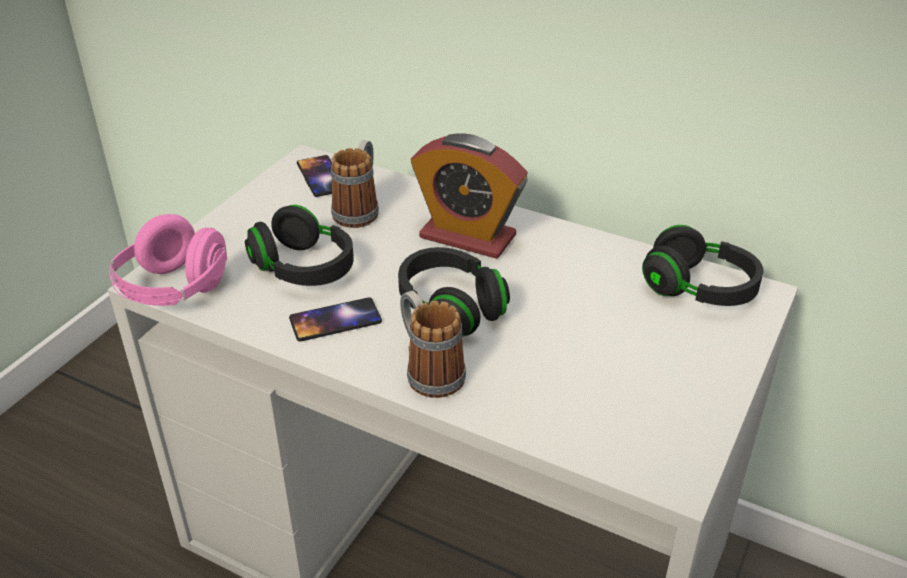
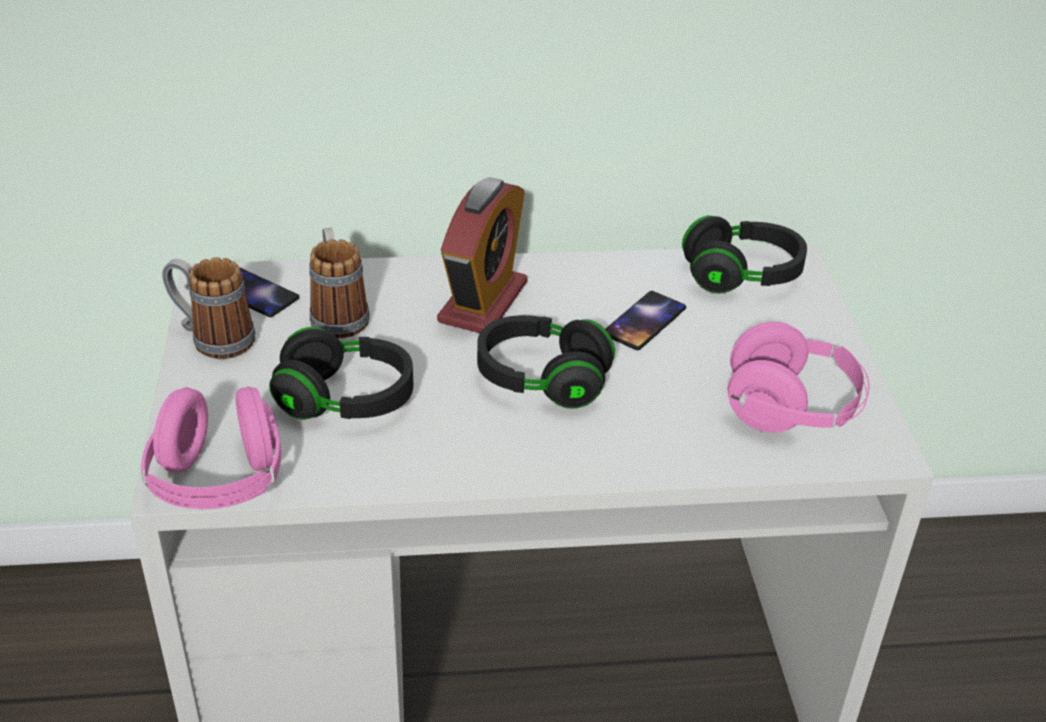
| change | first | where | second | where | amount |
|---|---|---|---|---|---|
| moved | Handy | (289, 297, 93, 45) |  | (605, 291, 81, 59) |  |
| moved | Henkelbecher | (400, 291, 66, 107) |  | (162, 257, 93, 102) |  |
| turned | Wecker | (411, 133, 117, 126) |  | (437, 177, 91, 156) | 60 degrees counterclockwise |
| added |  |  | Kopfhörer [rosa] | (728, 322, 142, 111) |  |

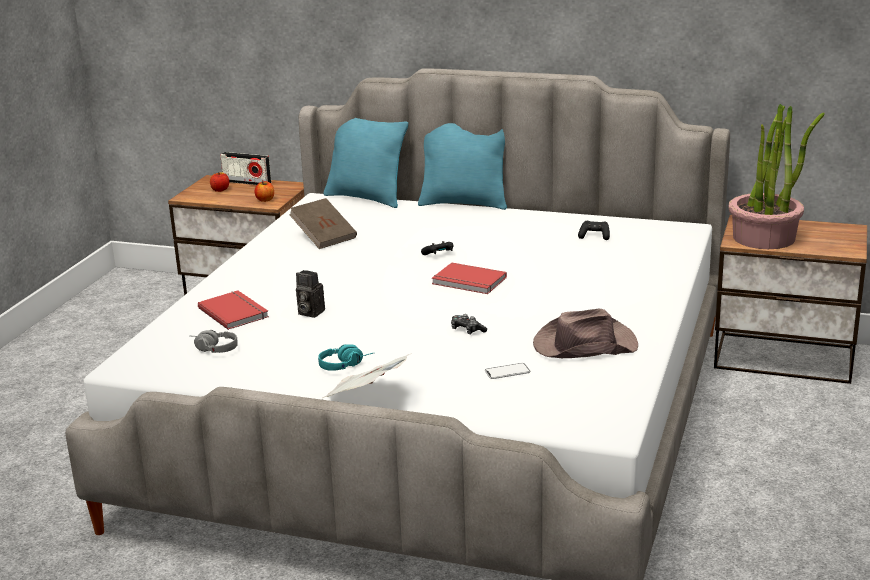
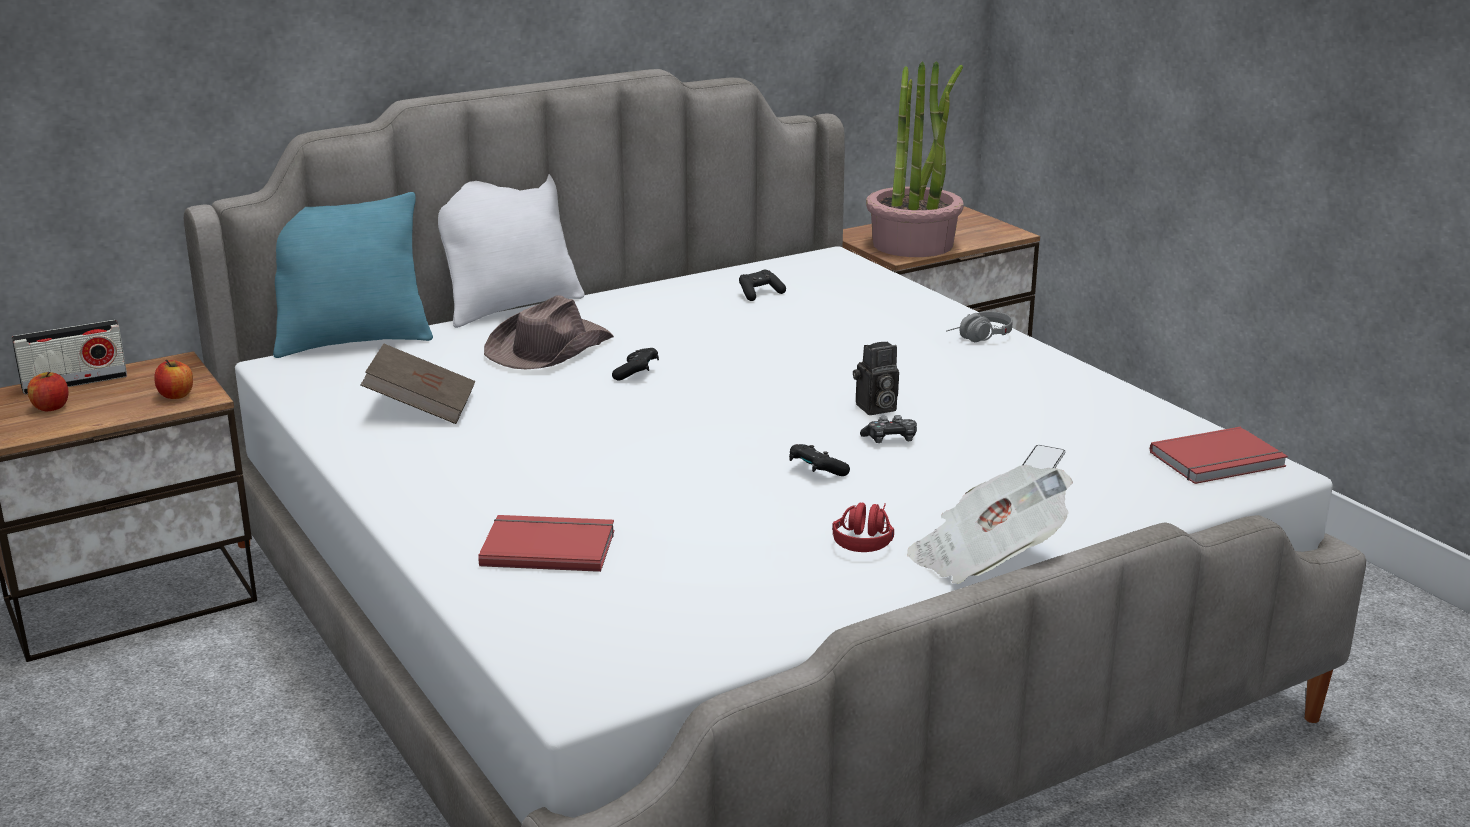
| change | first | where | second | where | amount |
|---|---|---|---|---|---|
| moved | Kopfhörer [grau] | (189, 330, 49, 23) |  | (946, 311, 67, 31) |  |
| moved | Kamera | (296, 270, 29, 48) |  | (853, 342, 46, 73) |  |
| recoloured | Kopfhörer [türkis] | (318, 344, 55, 27) | Kopfhörer [rot] | (832, 503, 62, 49) |  |
| recoloured | Kissen [türkis] | (418, 123, 89, 87) | Kissen [weiß] | (438, 174, 147, 154) |  |
| moved | Buch [rot] | (432, 263, 75, 31) |  | (1150, 427, 138, 57) |  |
| moved | Hut [braun] | (533, 309, 105, 49) |  | (484, 295, 130, 74) |  |
| added |  |  | Gamepad [schwarz] | (789, 444, 61, 32) |  |

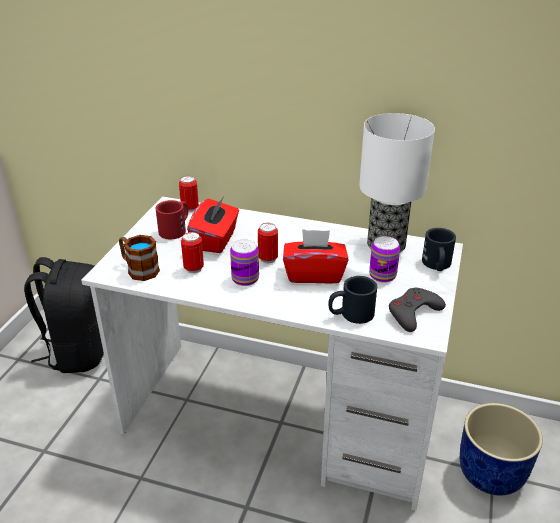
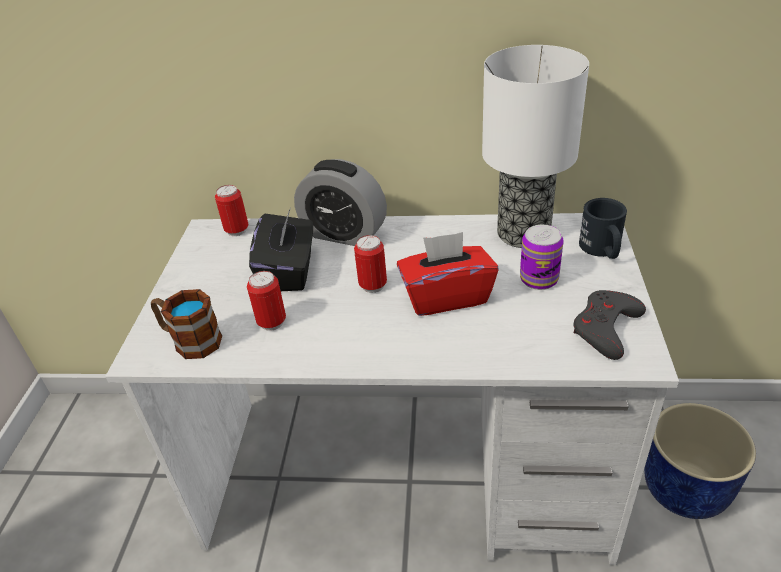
| change | first | where | second | where | amount |
|---|---|---|---|---|---|
| removed | Rucksack [schwarz] | (24, 257, 80, 116) |  |  |  |
| removed | Henkelbecher [rot] | (155, 200, 33, 39) |  |  |  |
| recoloured | Taschentuchbox [rot] | (187, 198, 52, 55) | Taschentuchbox [schwarz] | (249, 210, 64, 81) |  |
| removed | Dose | (230, 239, 29, 47) |  |  |  |
| removed | Henkelbecher [schwarz] | (328, 276, 49, 48) |  |  |  |
| added |  |  | Wecker | (294, 159, 93, 87) |  |

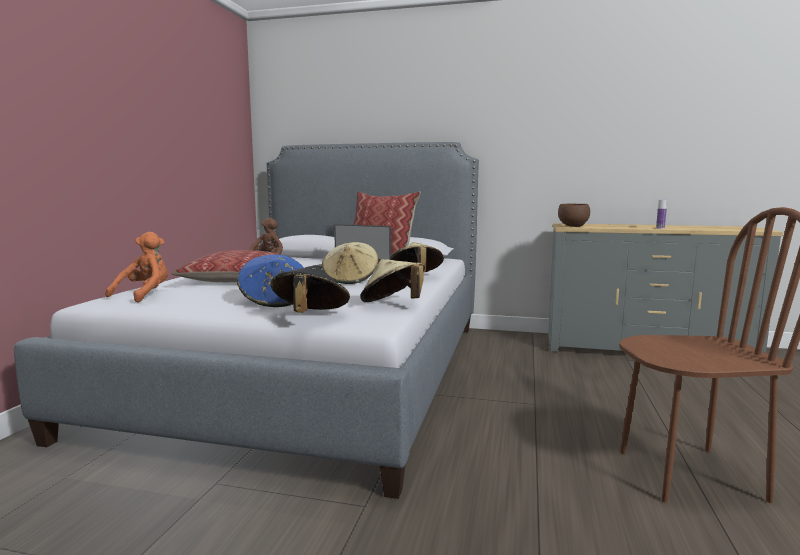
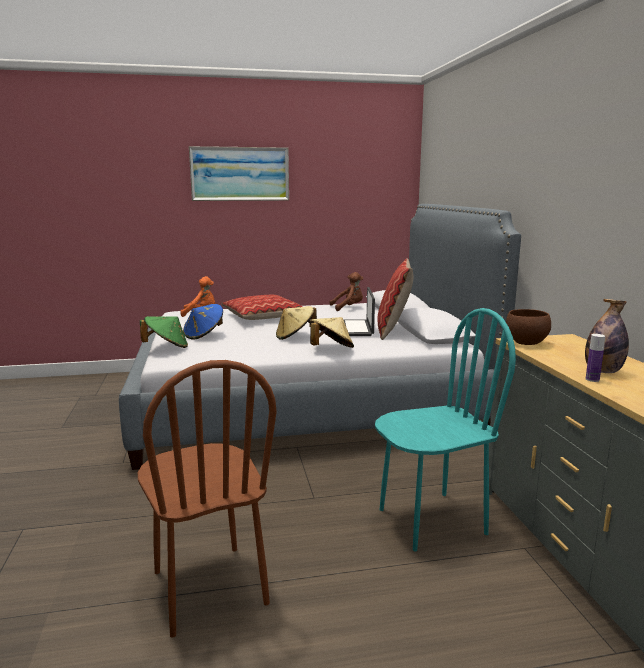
| change | first | where | second | where | amount |
|---|---|---|---|---|---|
| recoloured | Hut [schwarz] | (271, 265, 79, 48) | Hut [grün] | (140, 316, 48, 32) |  |
| removed | Hut [beige] | (360, 259, 65, 43) |  |  |  |
| added |  |  | Bild | (189, 146, 100, 55) |  |
| added |  |  | Stuhl [türkis] | (375, 308, 141, 243) |  |
| added |  |  | Flasche | (585, 299, 44, 74) |  |

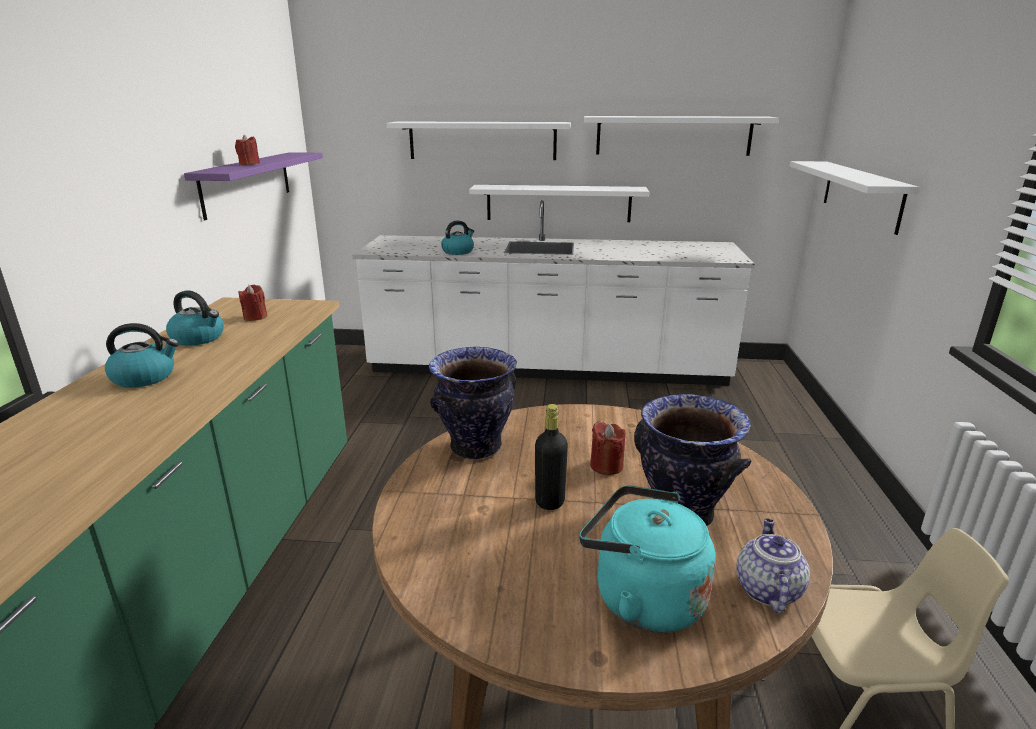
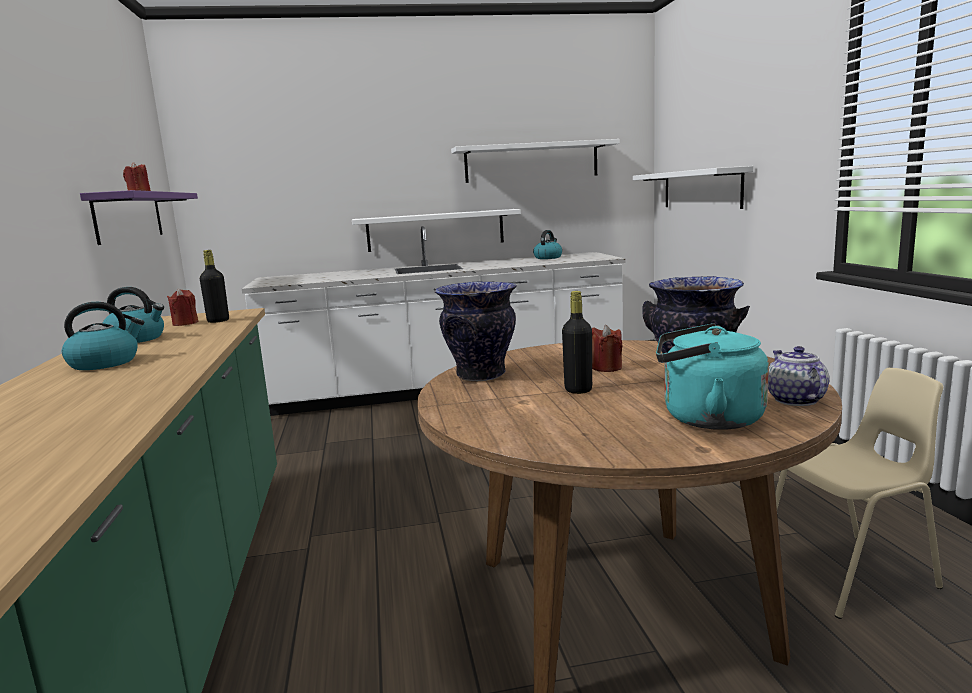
| change | first | where | second | where | amount |
|---|---|---|---|---|---|
| removed | Wandregal [weiß] | (387, 121, 184, 39) |  |  |  |
| moved | Wasserkessel | (441, 220, 33, 35) |  | (533, 230, 29, 29) |  |
| added |  |  | Flasche [schwarz] | (200, 250, 29, 73) |  |

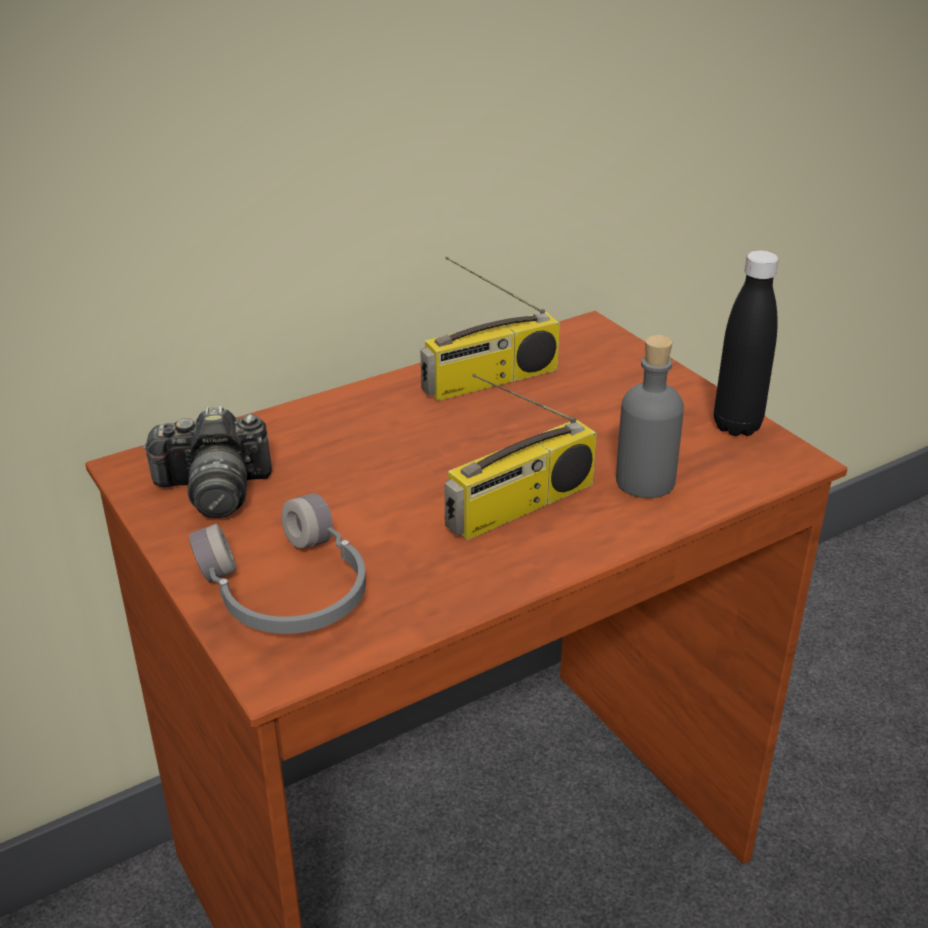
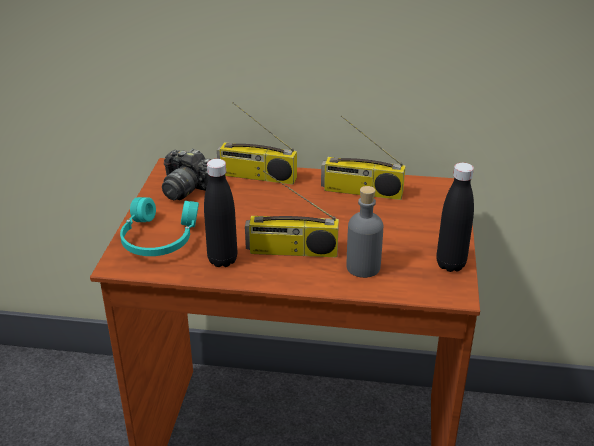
| change | first | where | second | where | amount |
|---|---|---|---|---|---|
| recoloured | Kopfhörer [grau] | (189, 493, 177, 141) | Kopfhörer [türkis] | (120, 197, 79, 59) |  |
| added |  |  | Flasche [schwarz] | (204, 159, 33, 108) |  |
| added |  |  | Radio | (217, 102, 80, 83) |  |

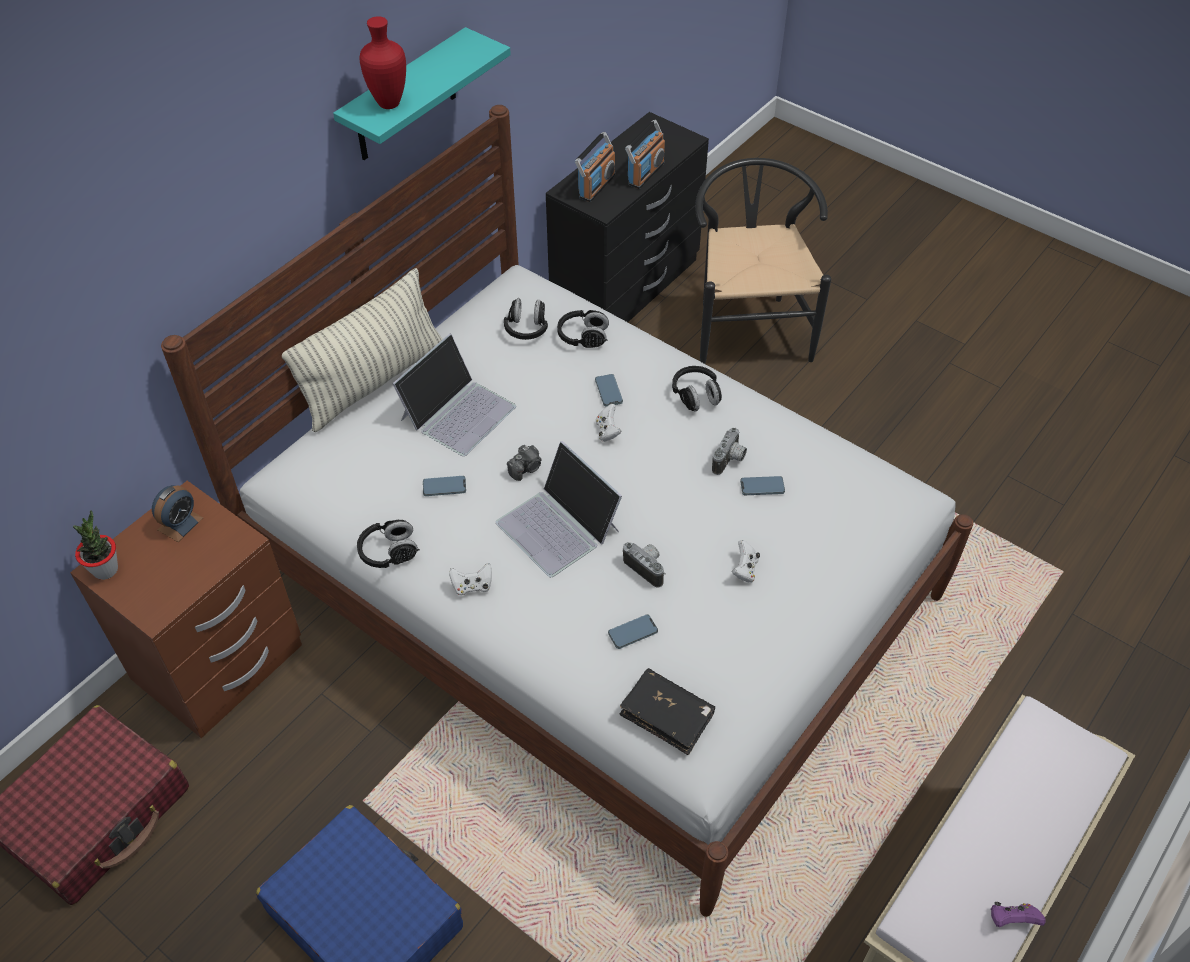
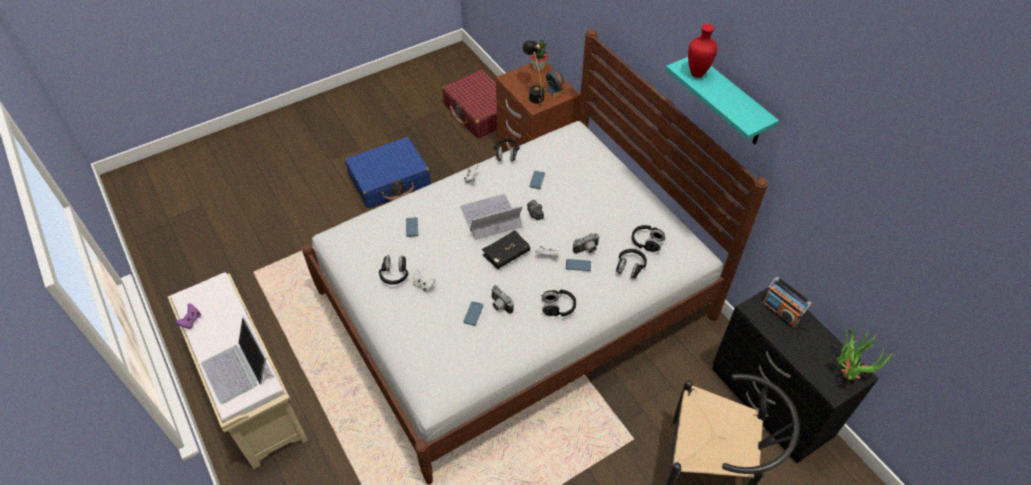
| change | first | where | second | where | amount |
|---|---|---|---|---|---|
| removed | Kissen | (282, 268, 161, 164) |  |  |  |
| moved | Laptop | (393, 333, 123, 123) |  | (201, 317, 73, 87) |  |
| moved | Buch [schwarz] | (620, 668, 95, 87) |  | (482, 230, 48, 39) |  |
| moved | Kamera | (623, 542, 43, 46) |  | (573, 233, 27, 21) |  |
| removed | Radio | (625, 120, 40, 69) |  |  |  |
| added |  |  | Kopfhörer [schwarz] | (379, 255, 29, 30) |  |
| added |  |  | Tischlampe [schwarz] | (522, 40, 22, 63) |  |
| added |  |  | Topfpflanze | (837, 325, 58, 55) |  |

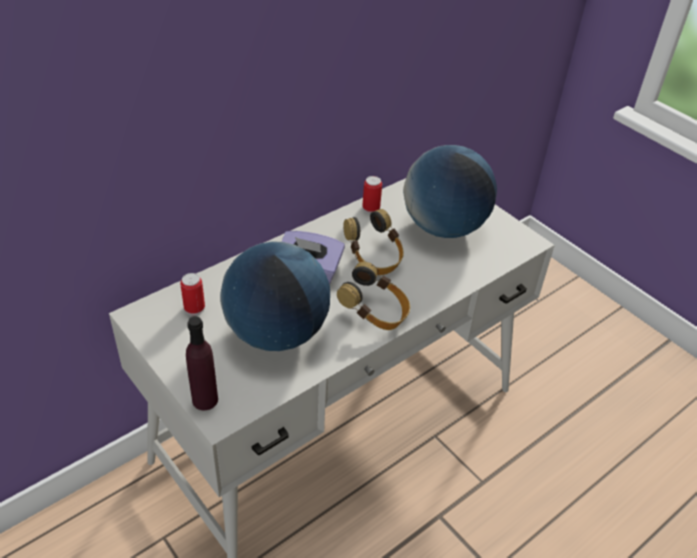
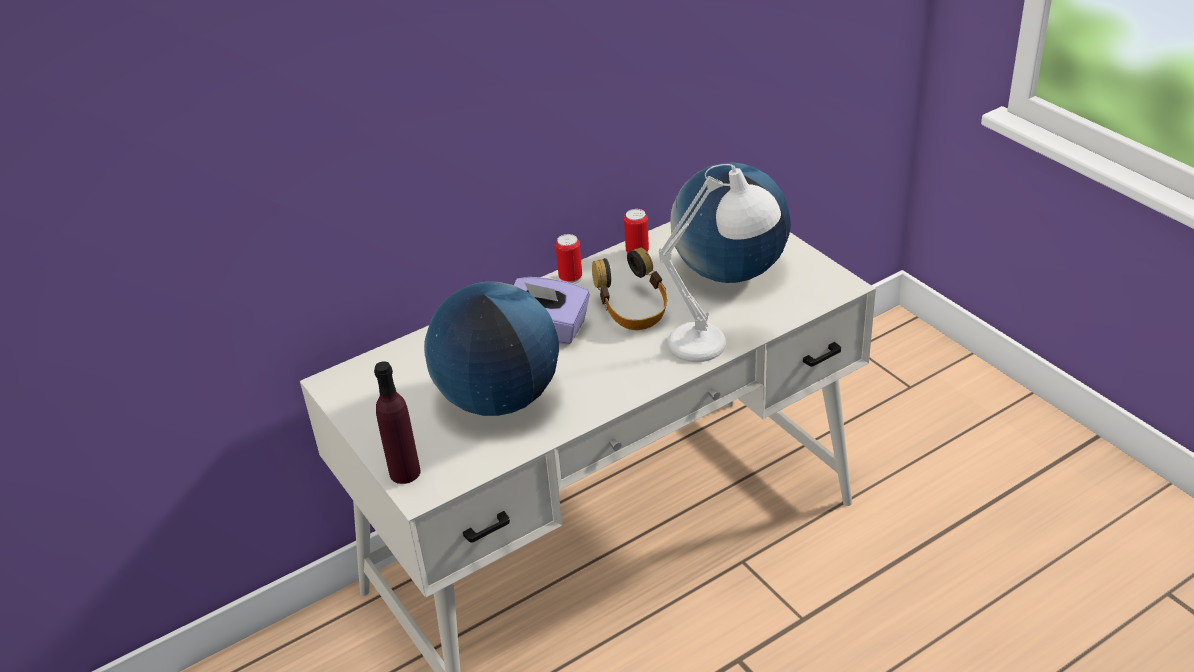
| change | first | where | second | where | amount |
|---|---|---|---|---|---|
| moved | Dose | (180, 273, 25, 43) |  | (556, 234, 26, 50) |  |
| removed | Kopfhörer | (337, 262, 73, 68) |  |  |  |
| added |  |  | Tischlampe [weiß] | (659, 164, 122, 198) |  |

